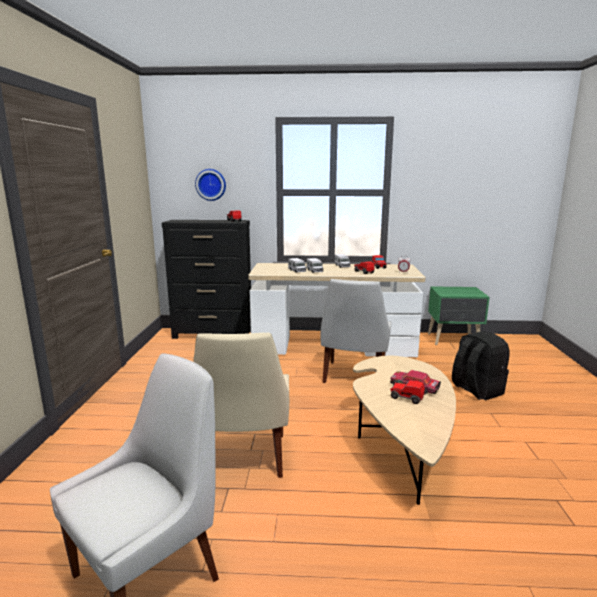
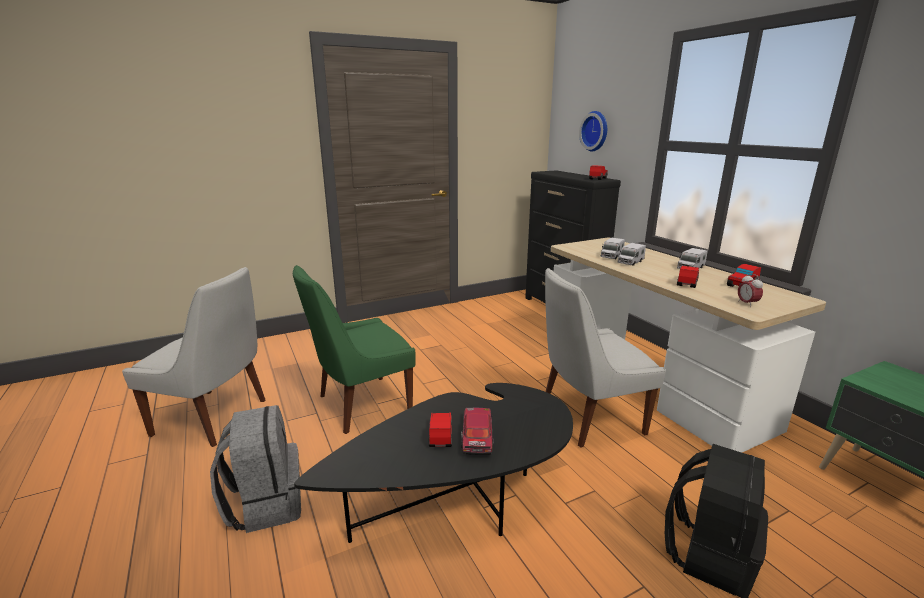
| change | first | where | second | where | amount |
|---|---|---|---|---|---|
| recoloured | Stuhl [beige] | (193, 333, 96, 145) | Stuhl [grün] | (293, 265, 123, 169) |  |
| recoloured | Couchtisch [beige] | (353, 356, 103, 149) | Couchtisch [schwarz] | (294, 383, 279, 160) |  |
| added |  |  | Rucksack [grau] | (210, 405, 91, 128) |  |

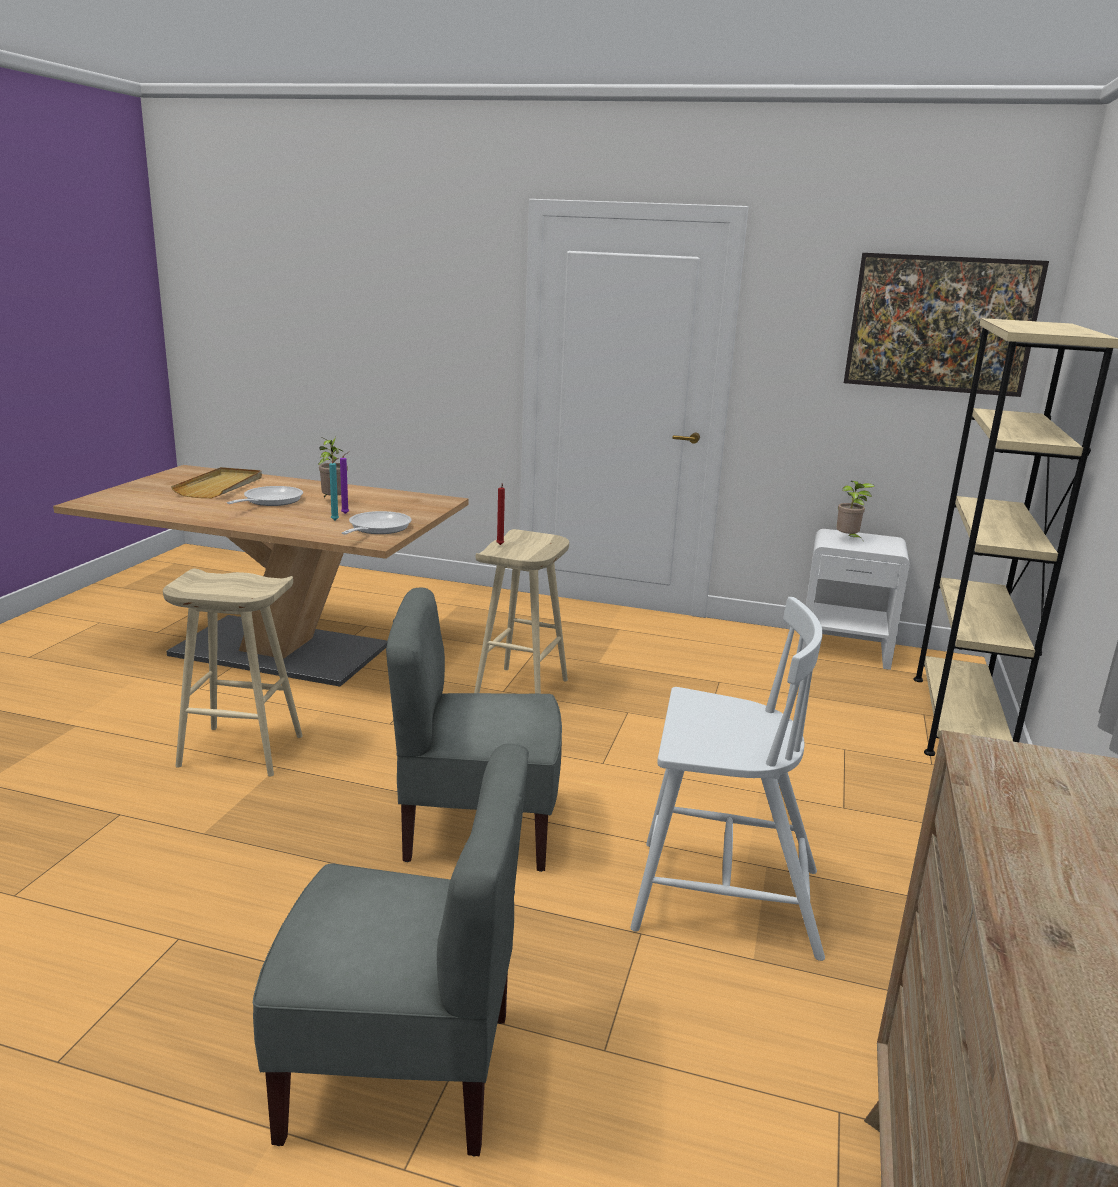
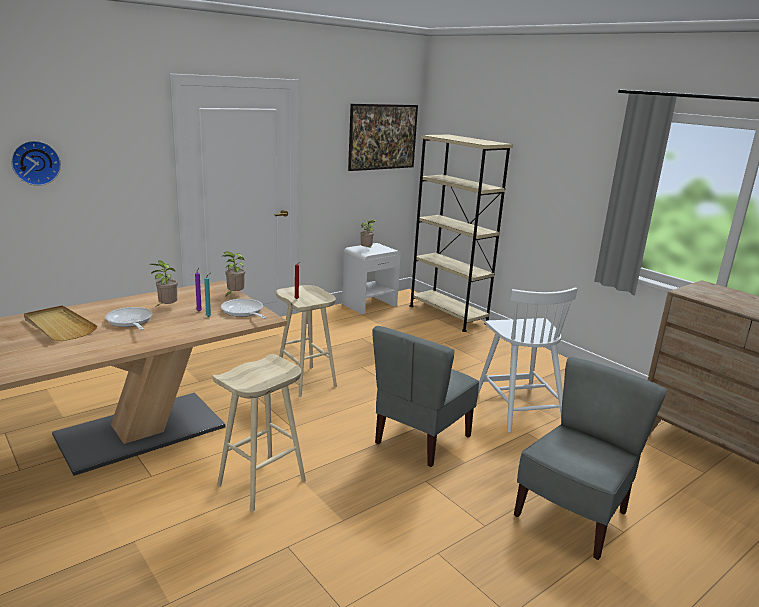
| change | first | where | second | where | amount |
|---|---|---|---|---|---|
| turned | Stuhl [weiß] | (630, 597, 195, 364) |  | (478, 287, 100, 146) | 120 degrees clockwise |
| added |  |  | Wanduhr | (11, 141, 50, 45) |  |
| added |  |  | Topfpflanze | (223, 252, 22, 45) |  |

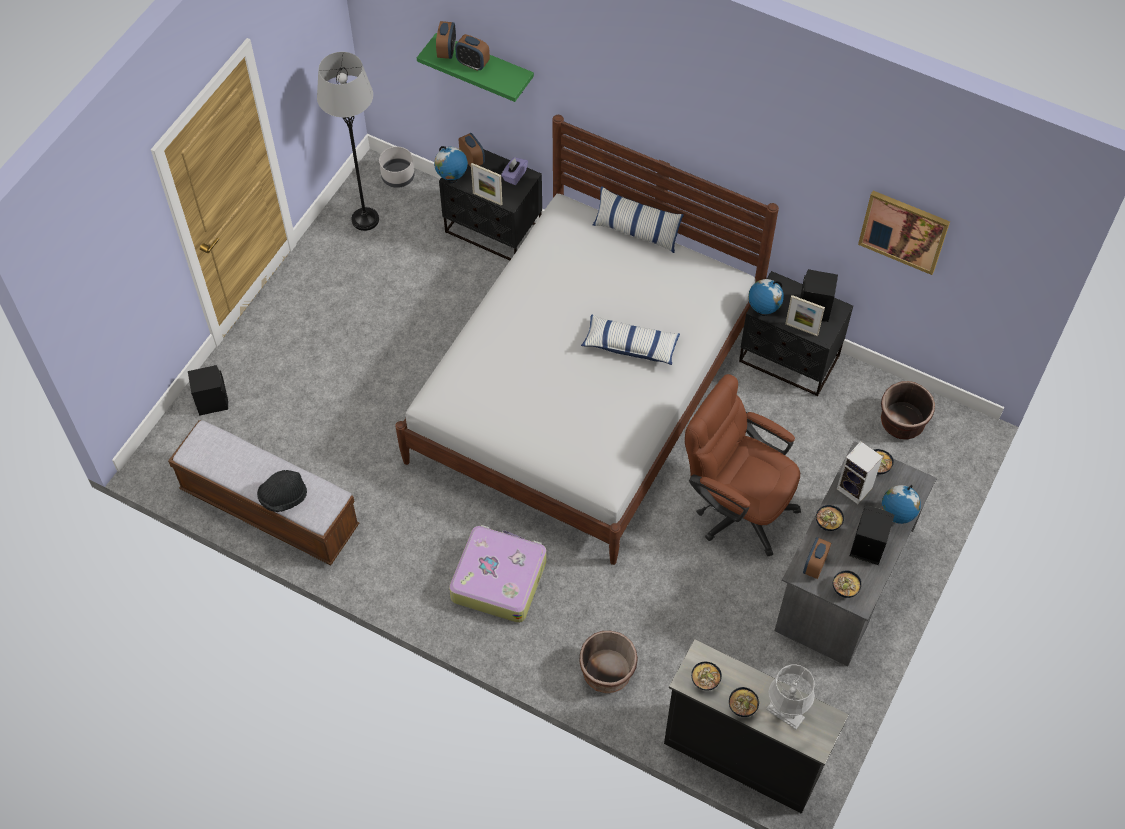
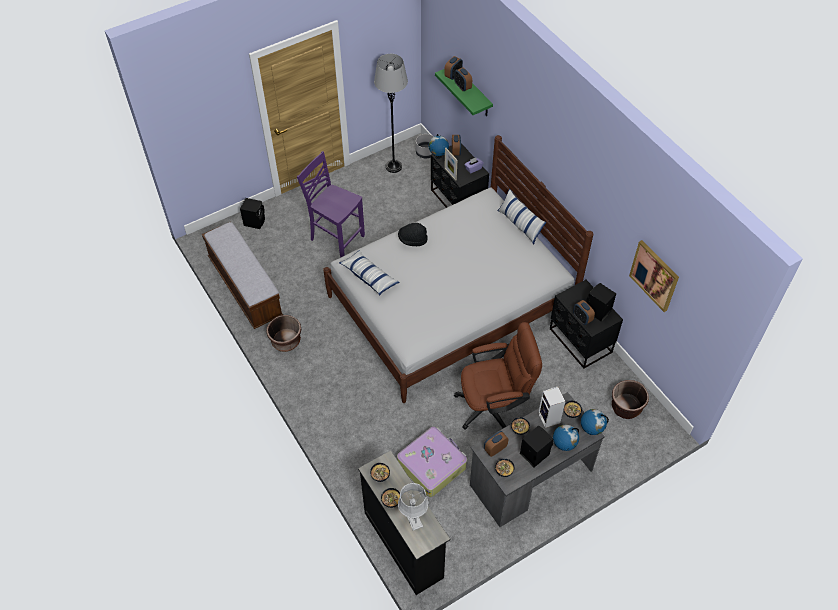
| change | first | where | second | where | amount |
|---|---|---|---|---|---|
| moved | Hut [schwarz] | (257, 470, 50, 42) |  | (398, 223, 30, 23) |  |
| moved | Koffer | (449, 525, 98, 98) |  | (397, 427, 70, 70) |  |
| moved | Pflanzkübel [braun] | (579, 631, 59, 62) |  | (266, 315, 35, 37) |  |
| moved | Kissen | (581, 315, 99, 50) |  | (339, 251, 60, 44) |  |
| turned | Bürostuhl [braun] | (685, 374, 116, 183) |  | (454, 322, 88, 107) | 105 degrees clockwise |
| moved | Globus | (748, 279, 36, 37) |  | (581, 409, 28, 26) |  |
| replaced | Bilderrahmen | (785, 295, 40, 41) | Wecker | (573, 300, 22, 25) |  |
| added |  |  | Stuhl [lila] | (297, 151, 68, 107) |  |

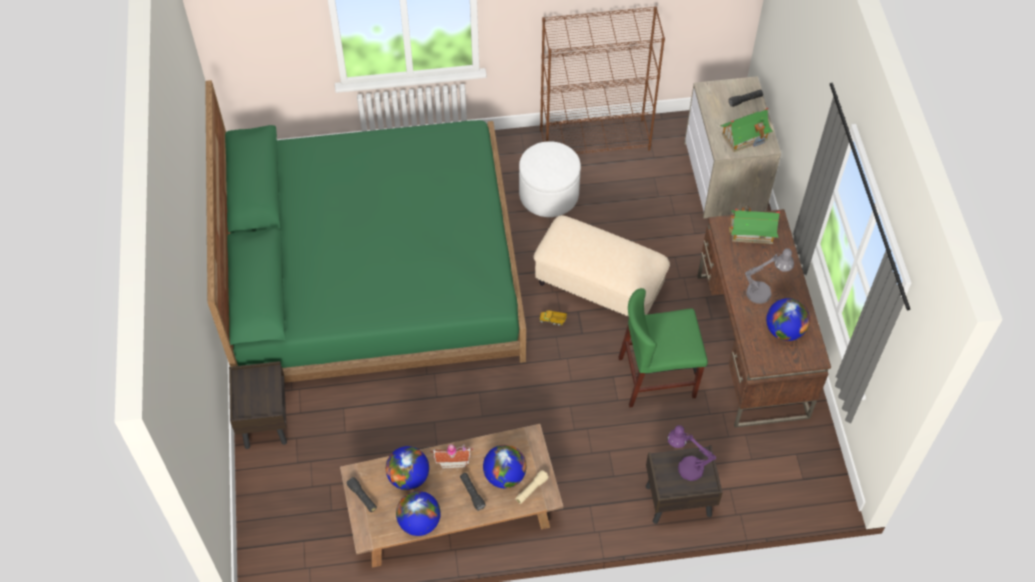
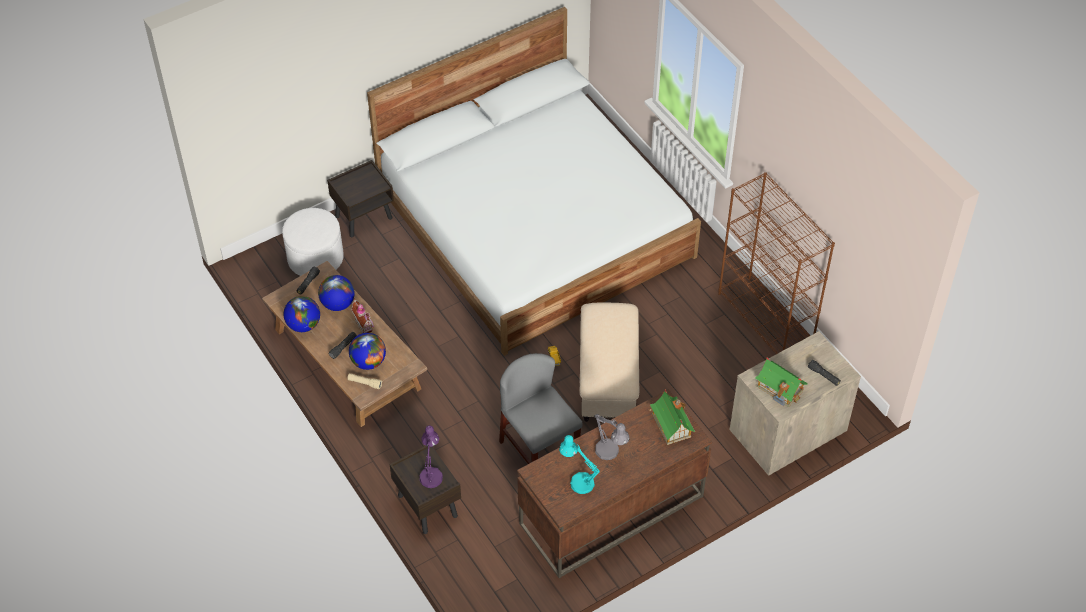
| change | first | where | second | where | amount |
|---|---|---|---|---|---|
| recoloured | Bett [grün] | (205, 80, 321, 303) | Bett [weiß] | (367, 7, 334, 349) |  |
| moved | Polsterhocker [weiß] | (519, 141, 62, 76) |  | (282, 208, 62, 68) |  |
| recoloured | Stuhl [grün] | (618, 288, 90, 119) | Stuhl [grau] | (499, 353, 83, 111) |  |
| replaced | Globus | (766, 298, 44, 43) | Tischlampe [türkis] | (559, 435, 41, 59) |  |

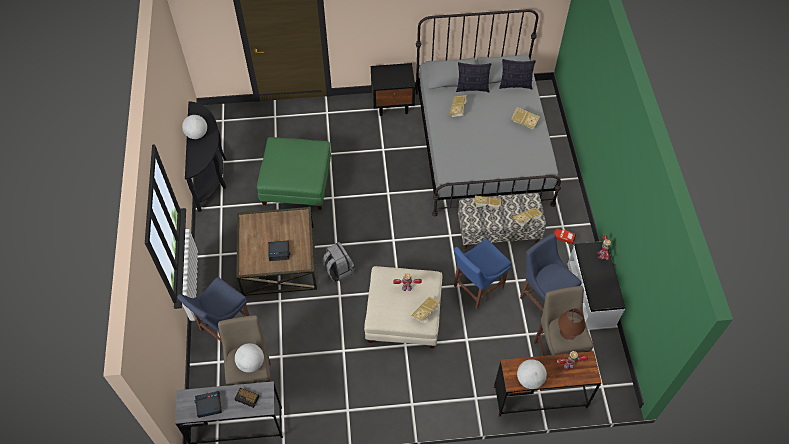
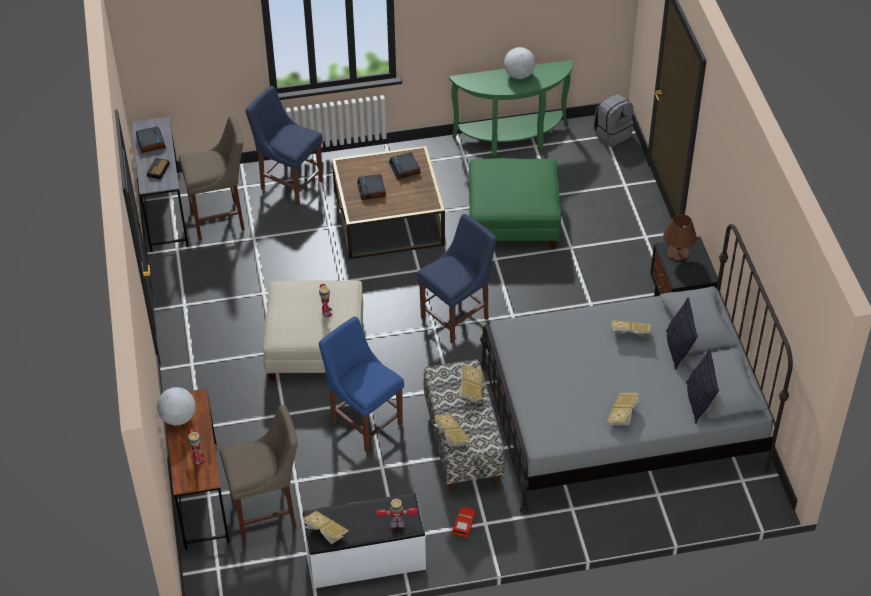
| change | first | where | second | where | amount |
|---|---|---|---|---|---|
| recoloured | Konsolentisch [schwarz] | (185, 101, 41, 111) | Konsolentisch [grün] | (449, 60, 124, 95) |  |
| removed | Globus | (235, 343, 29, 30) |  |  |  |
| moved | Rucksack [grau] | (322, 242, 32, 40) |  | (593, 94, 41, 53) |  |
| moved | Buch | (411, 297, 29, 26) |  | (303, 511, 46, 33) |  |
| moved | Stuhl [blau] | (520, 234, 62, 78) |  | (417, 214, 80, 130) |  |
| moved | Tischlampe [braun] | (558, 308, 28, 32) |  | (663, 214, 34, 47) |  |
| added |  |  | Wecker | (389, 152, 31, 28) |  |

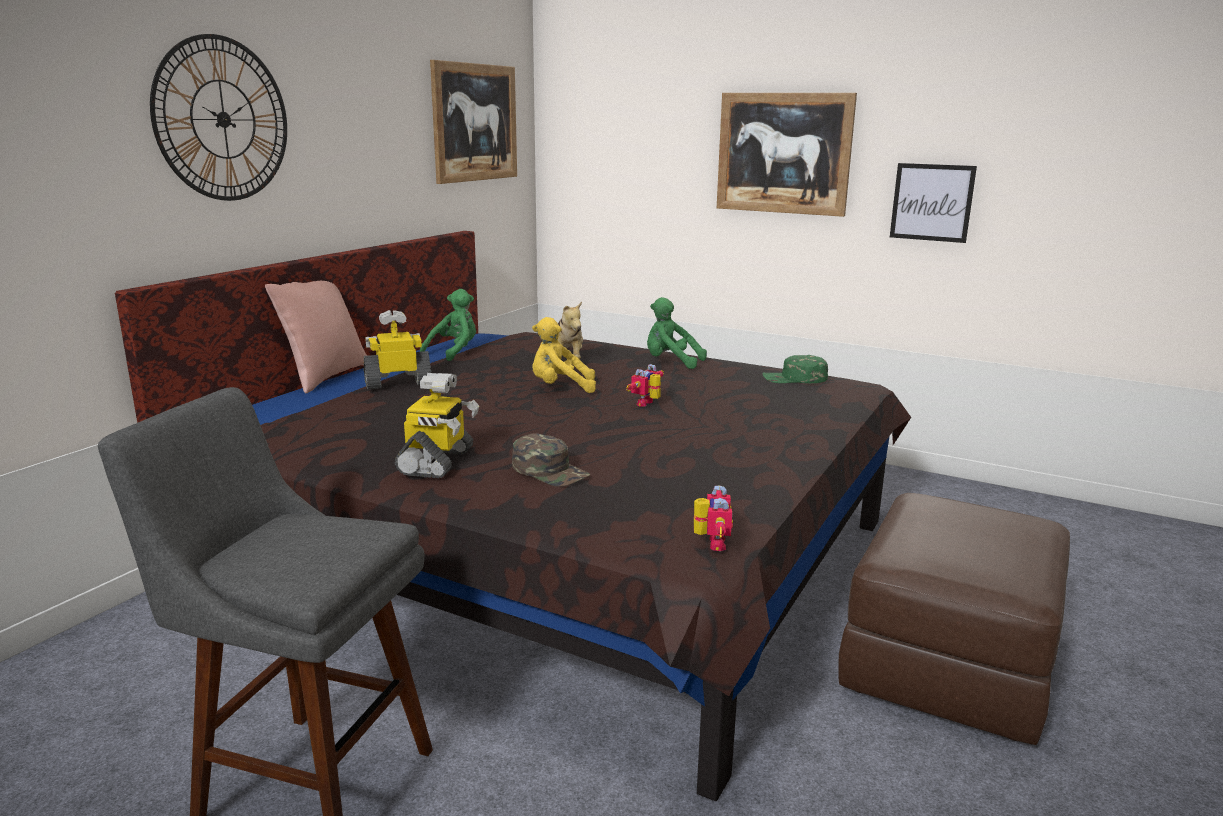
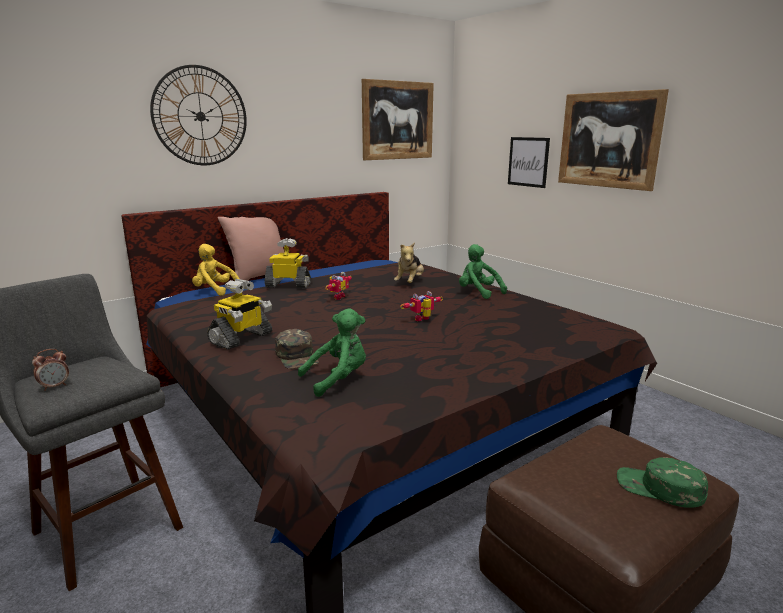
| change | first | where | second | where | amount |
|---|---|---|---|---|---|
| moved | Plüschtier [grün] | (420, 289, 56, 72) |  | (298, 308, 68, 89) |  |
| moved | Plüschtier [gelb] | (532, 317, 64, 76) |  | (192, 244, 47, 52) |  |
| moved | Spielzeugroboter | (694, 485, 39, 66) |  | (325, 272, 27, 28) |  |
| moved | Kappe [grün] | (762, 355, 66, 28) |  | (617, 457, 91, 51) |  |
| moved | Bild | (890, 163, 87, 80) |  | (508, 137, 42, 51) |  |
| added |  |  | Wecker | (32, 349, 37, 42) |  |

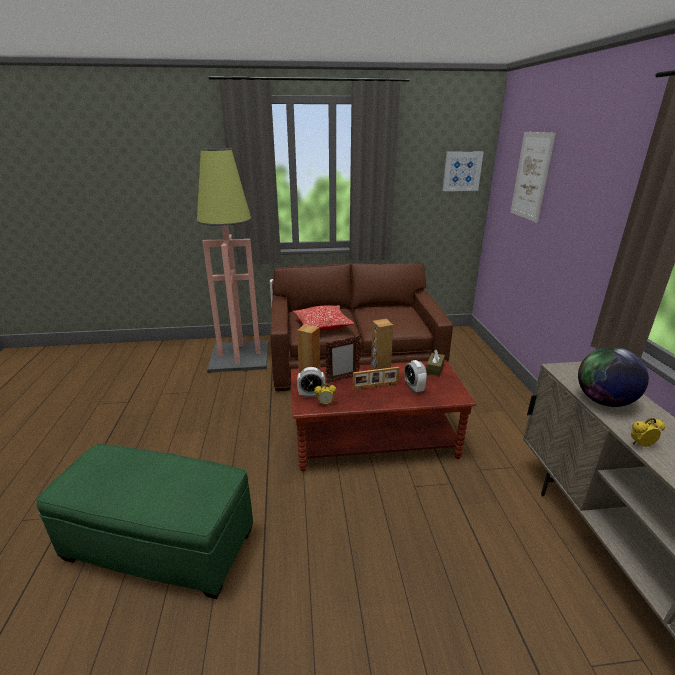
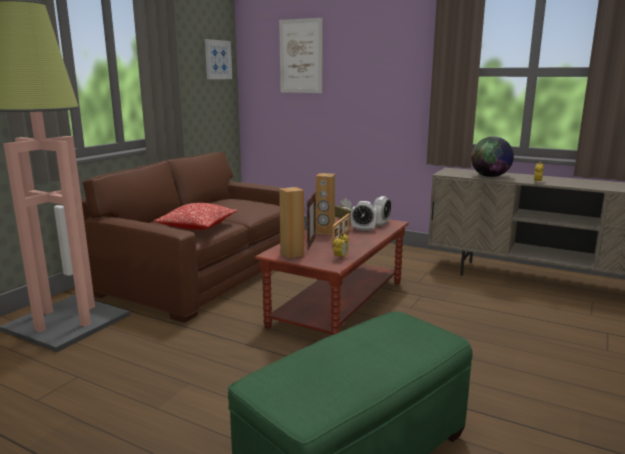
| change | first | where | second | where | amount |
|---|---|---|---|---|---|
| moved | Wecker | (297, 367, 28, 31) |  | (373, 196, 19, 30) |  |

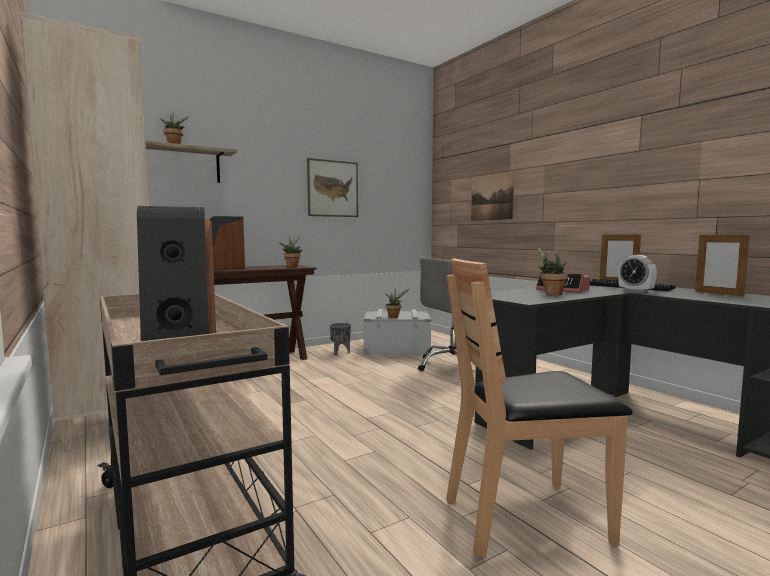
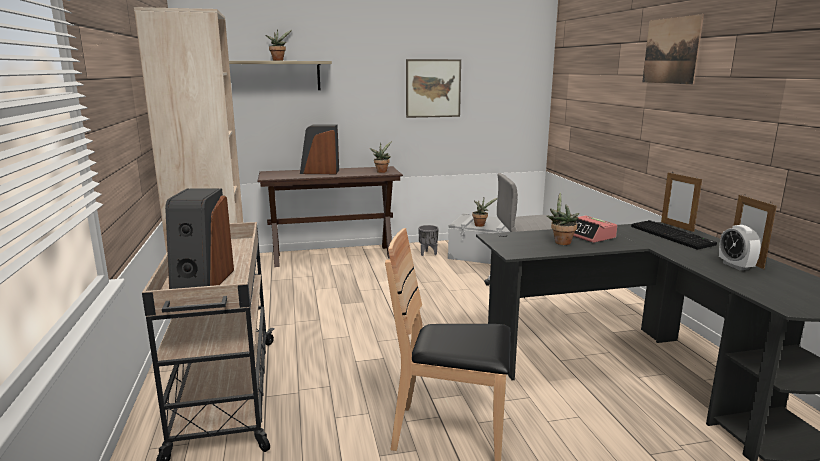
| change | first | where | second | where | amount |
|---|---|---|---|---|---|
| moved | Bild | (471, 171, 44, 50) |  | (642, 14, 62, 70) |  |
| moved | Wecker | (618, 255, 39, 38) |  | (719, 225, 42, 45) |  |

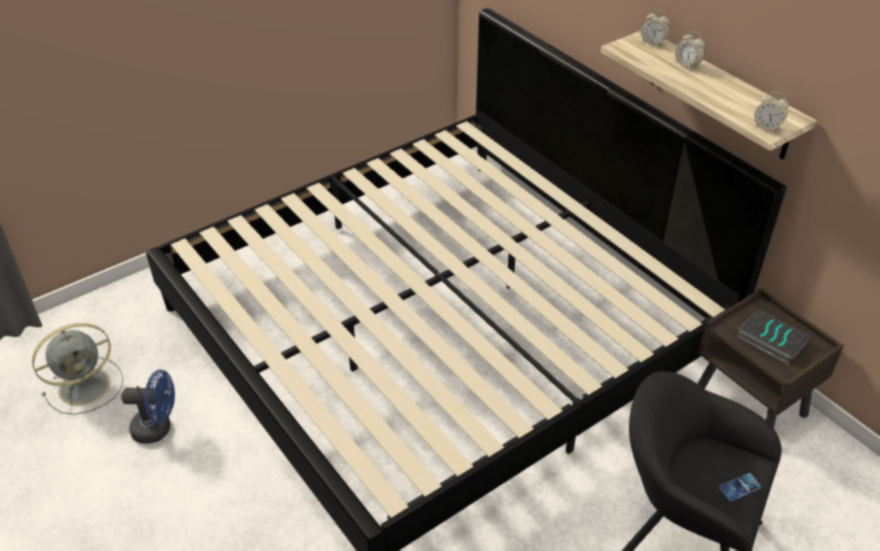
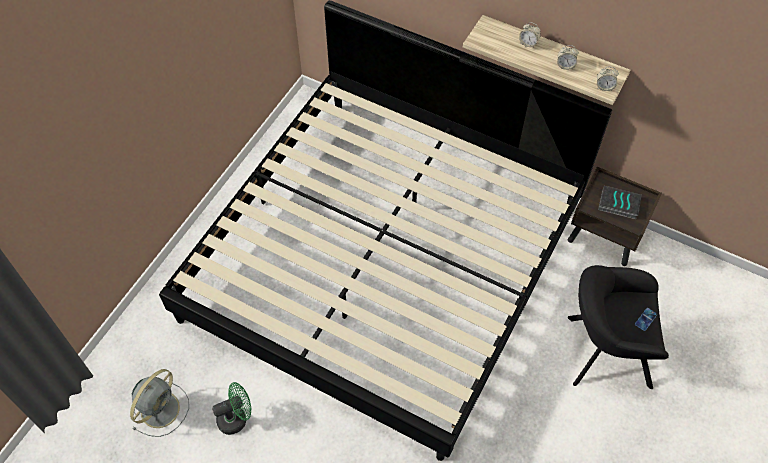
| change | first | where | second | where | amount |
|---|---|---|---|---|---|
| recoloured | Ventilator [blau] | (121, 370, 54, 74) | Ventilator [grün] | (212, 382, 39, 53) |  |
| moved | Wecker | (641, 10, 29, 37) |  | (557, 45, 22, 25) |  |

